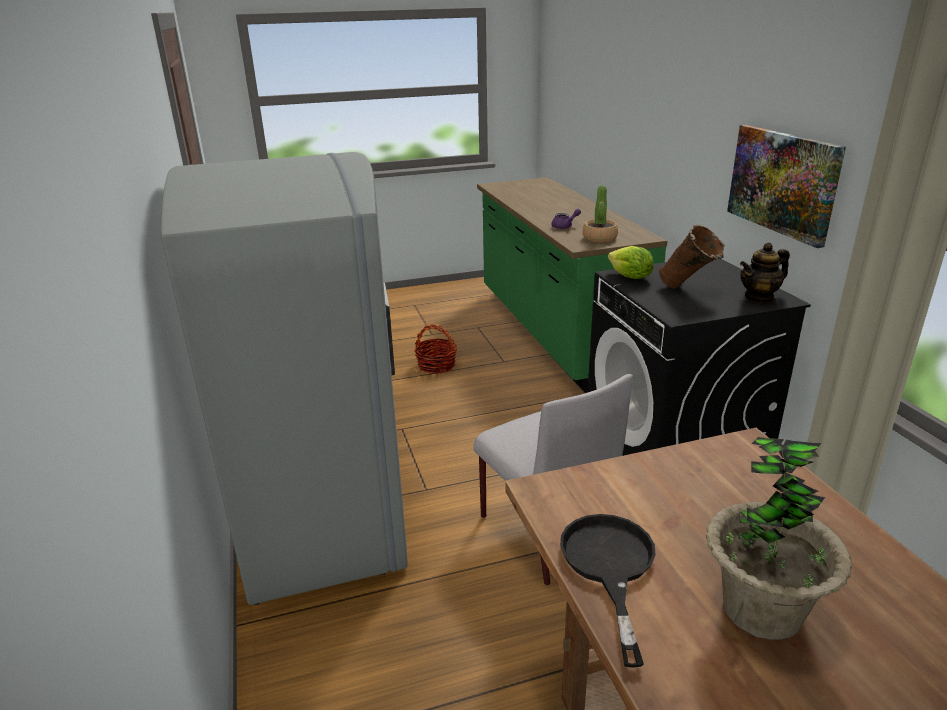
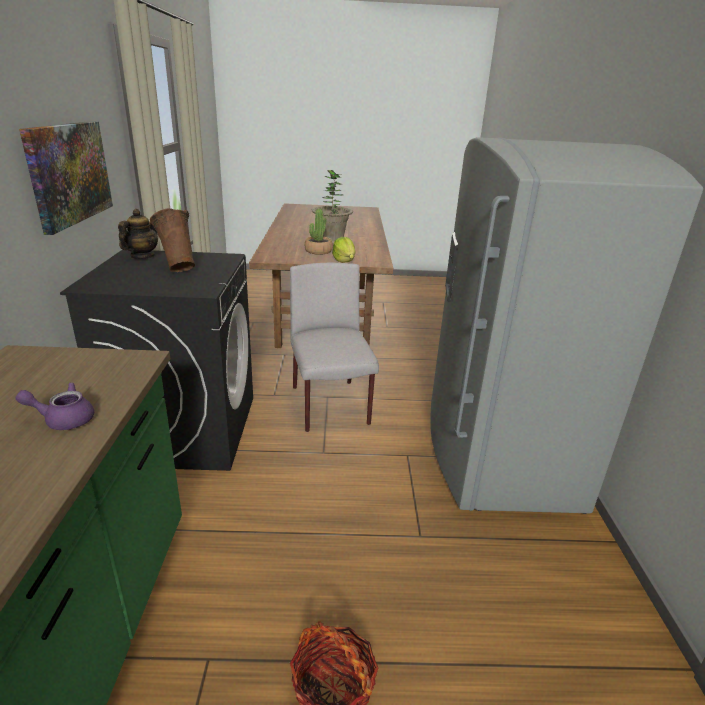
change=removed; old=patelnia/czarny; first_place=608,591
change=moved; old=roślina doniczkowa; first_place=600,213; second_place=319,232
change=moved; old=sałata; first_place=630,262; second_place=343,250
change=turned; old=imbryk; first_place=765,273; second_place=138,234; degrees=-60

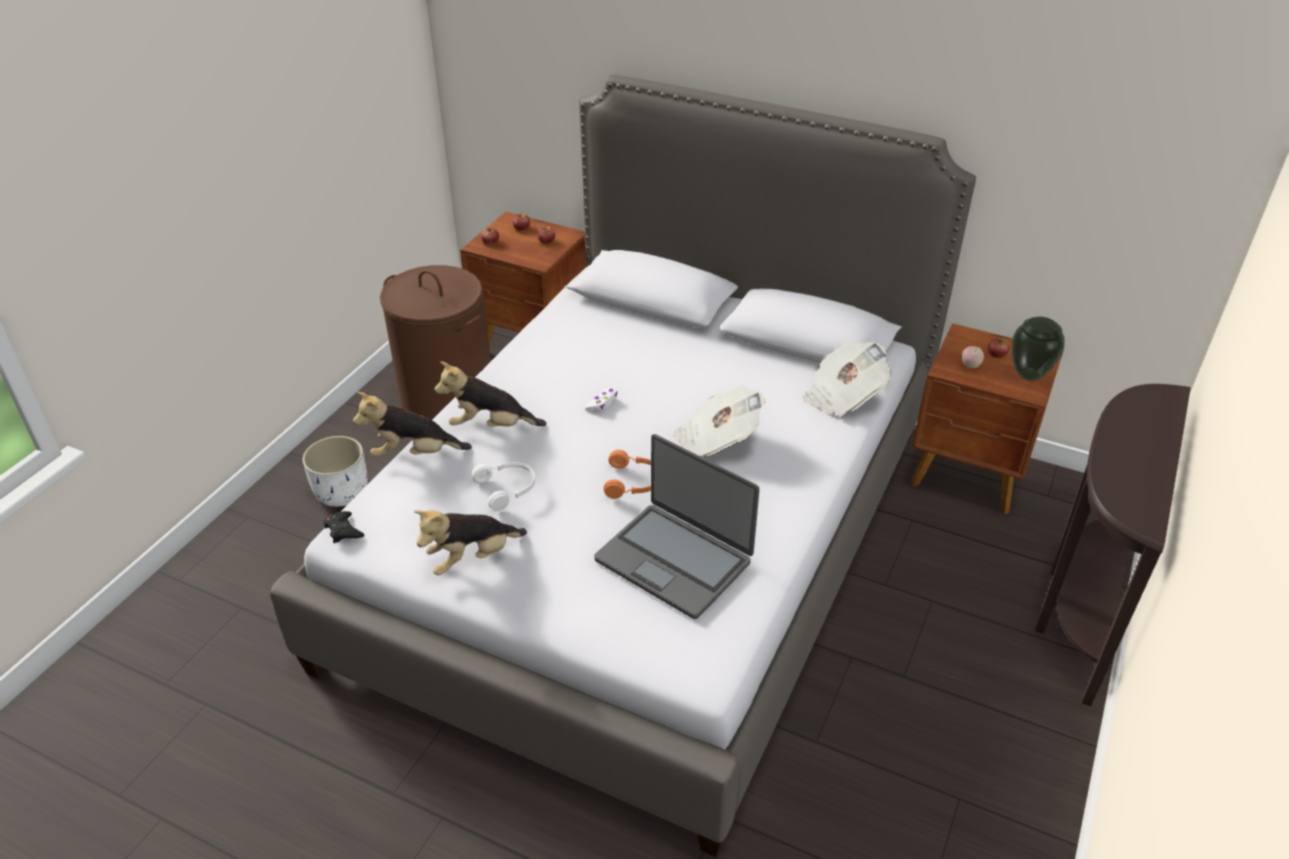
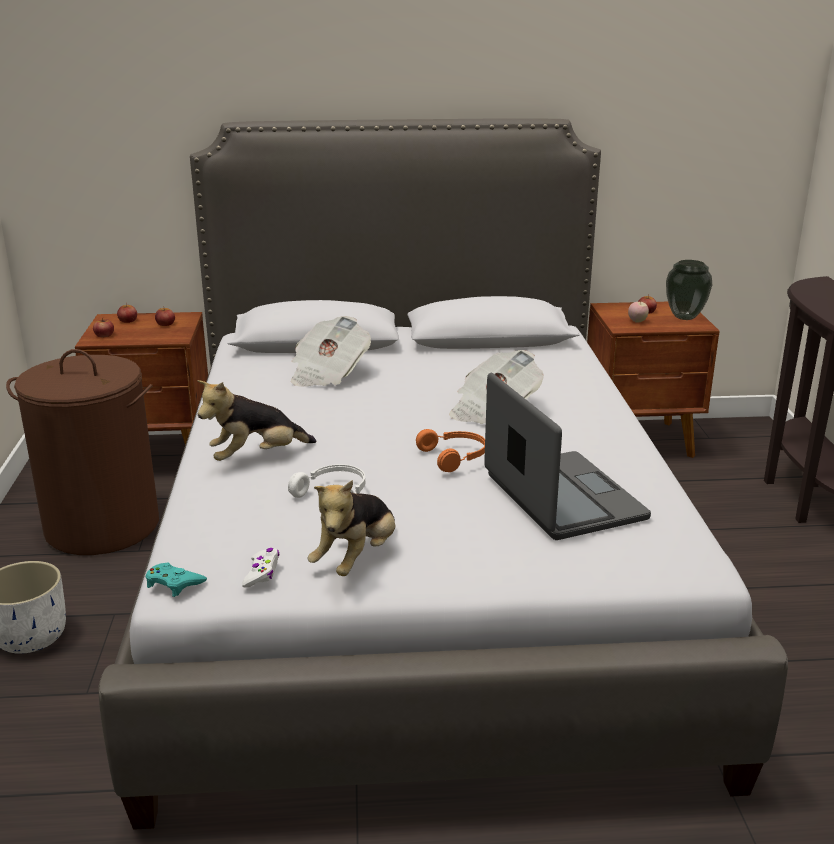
change=removed; old=pluszak; first_place=412,424
change=moved; old=pad do gier/biały; first_place=601,399; second_place=260,568
change=moved; old=gazeta; first_place=847,378; second_place=331,351
change=recoloured; old=pad do gier/czarny; new=pad do gier/turkusowy; first_place=344,527; second_place=176,579
change=turned; old=laptop; first_place=677,526; second_place=567,456; degrees=-120

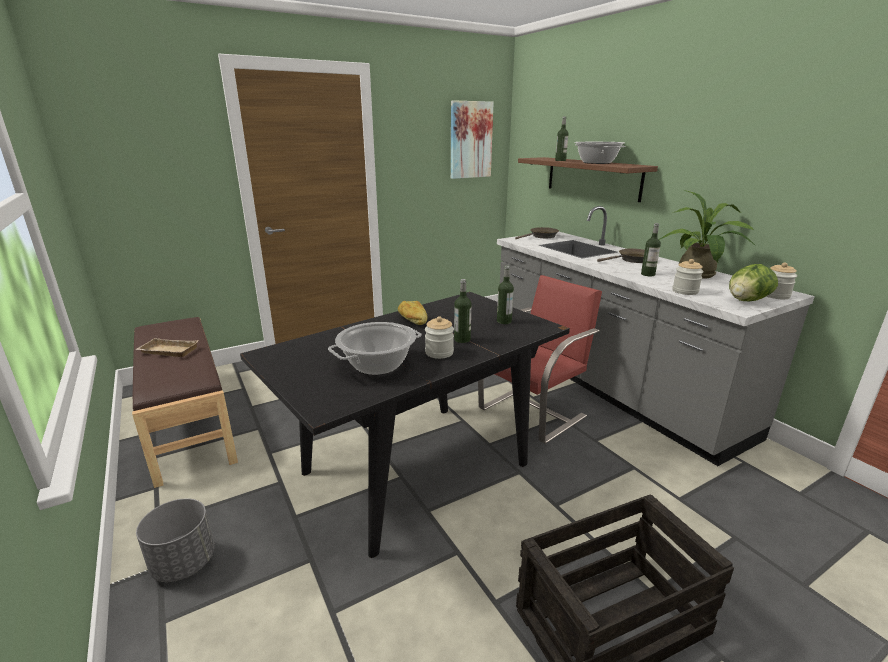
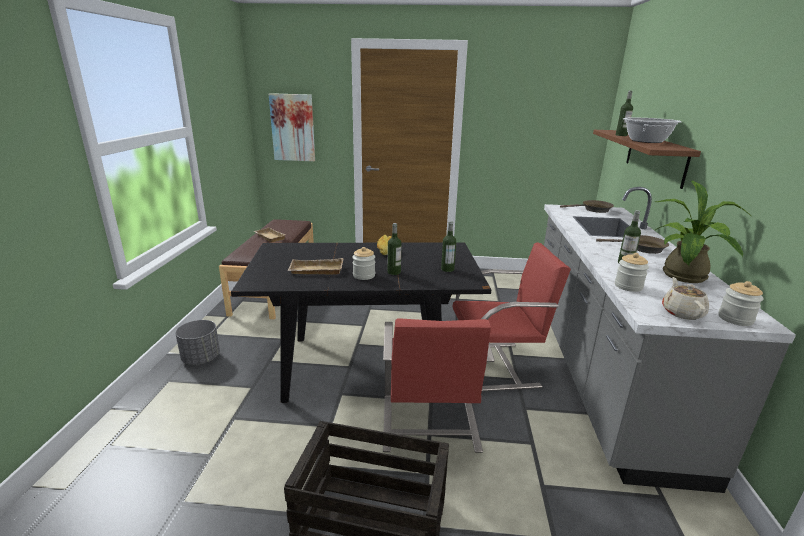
change=added; new=krzesło/czerwony; second_place=439,385
change=moved; old=obraz; first_place=472,139; second_place=292,127
change=replaced; old=garnek; new=taca/beżowy; first_place=375,348; second_place=315,266
change=replaced; old=sałata; new=imbryk/beżowy; first_place=753,282; second_place=685,298

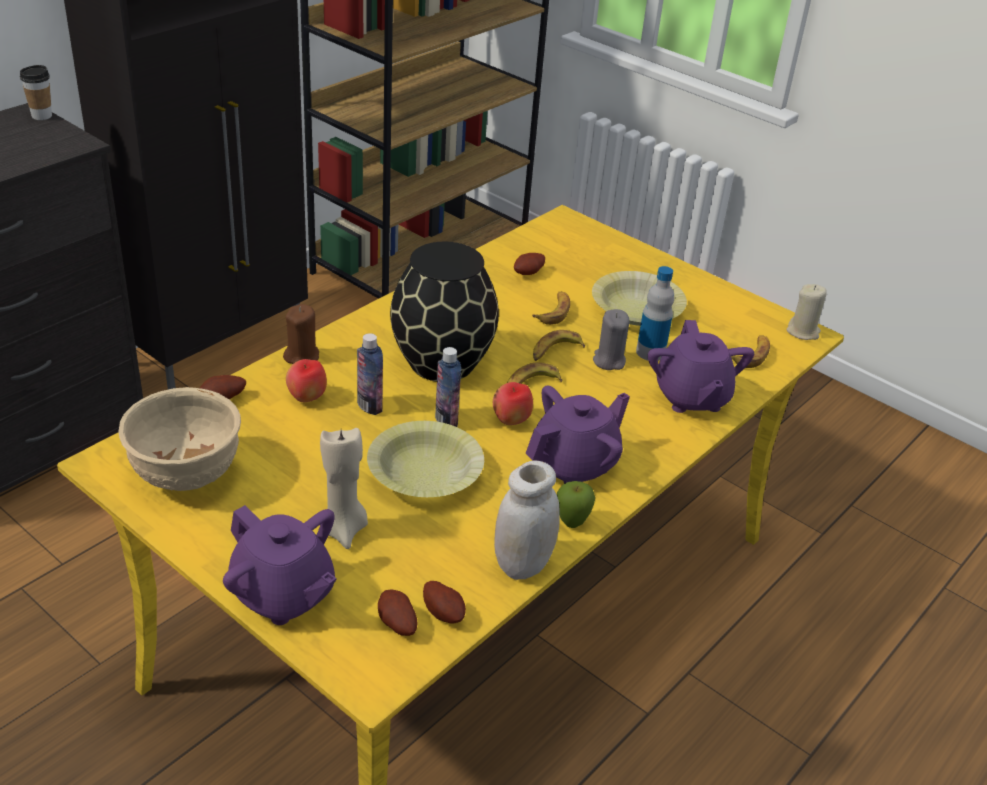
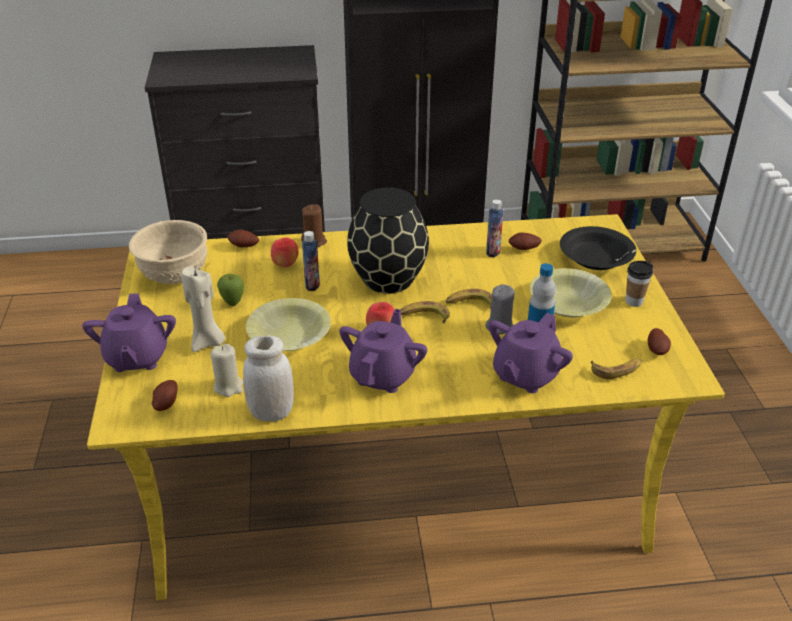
change=removed; old=banan; first_place=551,308
change=added; new=miska/czarny; second_place=598,248
change=moved; old=filiżanka; first_place=36,92; second_place=639,284
change=moved; old=ziemniak; first_place=444,602; second_place=659,341
change=moved; old=butelka; first_place=448,387; second_place=495,228
change=moved; old=jabłko; first_place=576,504; second_place=230,290
change=moved; old=świeca/beżowy; first_place=806,312; second_place=227,370
change=turned; old=imbryk/fioletowy; first_place=577,435; second_place=383,351; degrees=-75

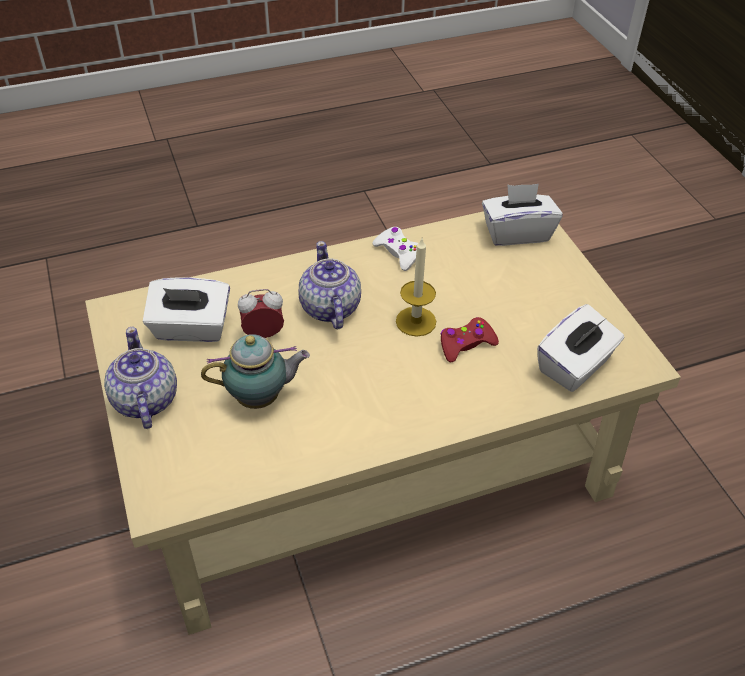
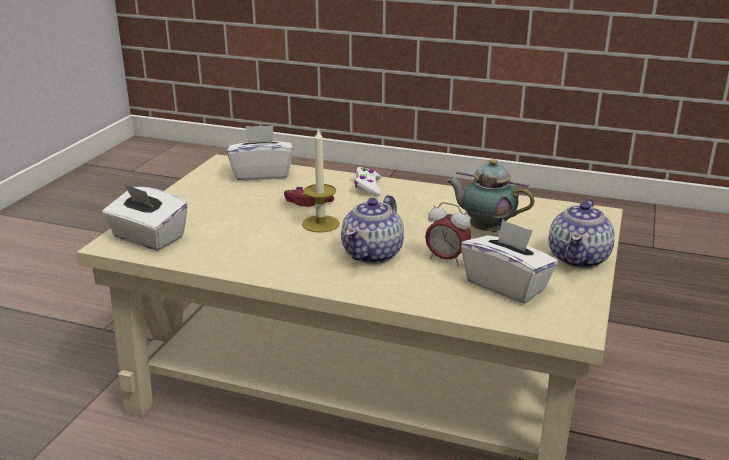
change=moved; old=pad do gier/biały; first_place=395,249; second_place=367,181

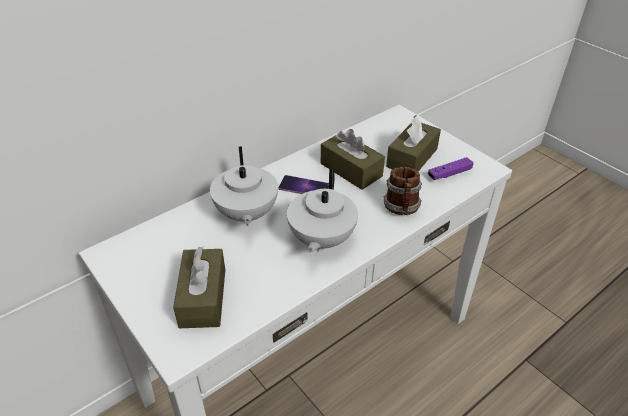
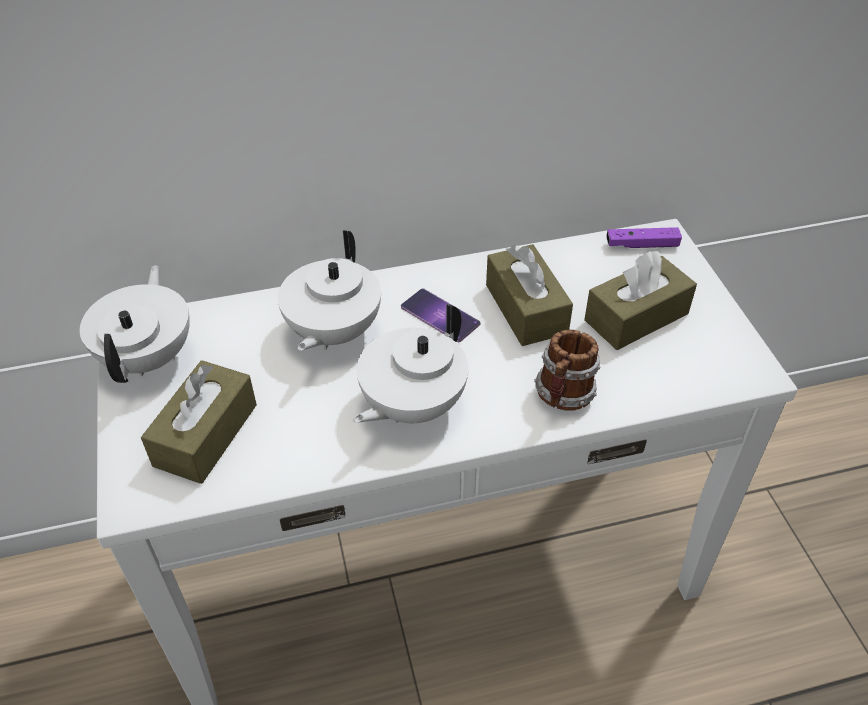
change=added; new=imbryk/biały; second_place=135,324
change=moved; old=pad do gier/fioletowy; first_place=450,168; second_place=644,237

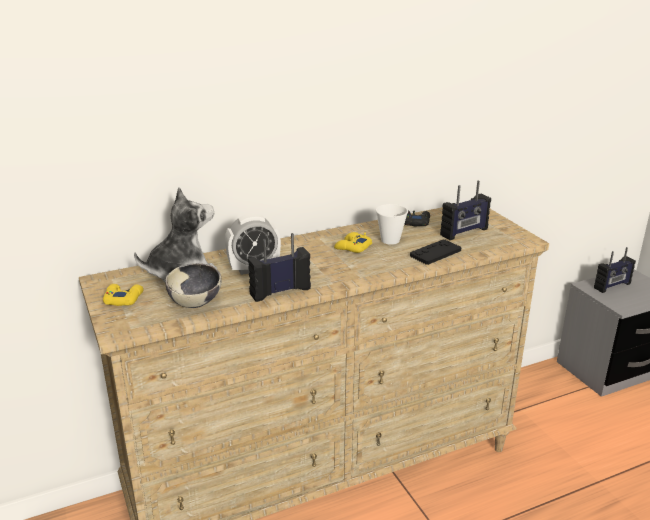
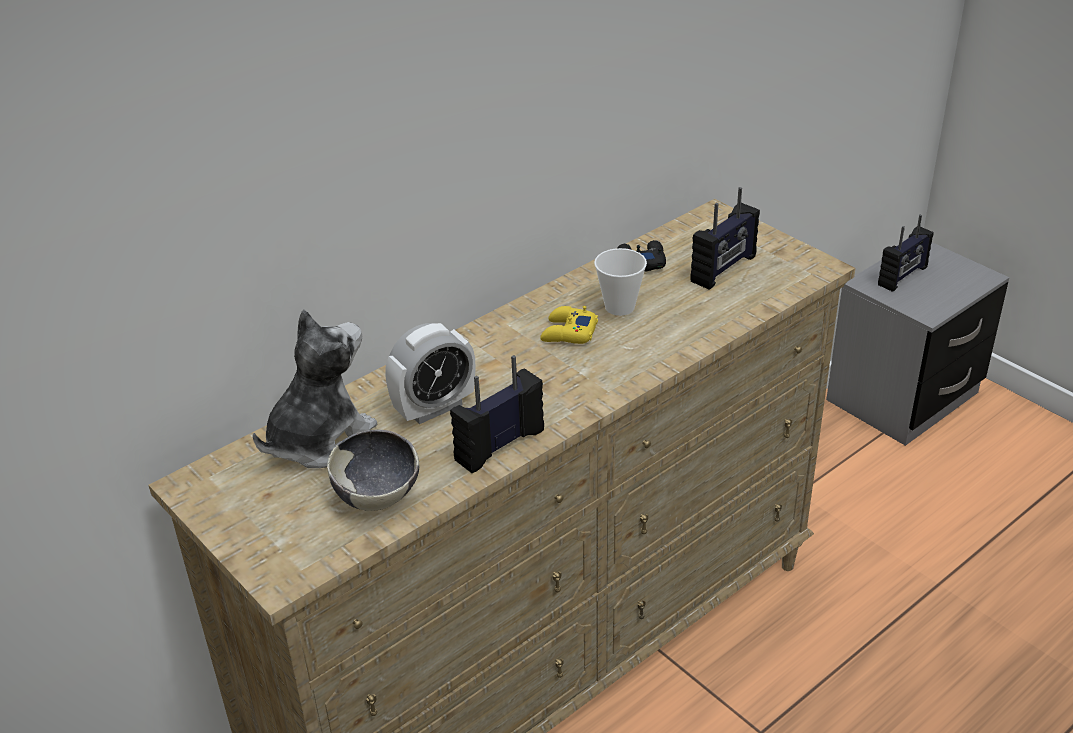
change=removed; old=pad do gier/żółty; first_place=123,295
change=removed; old=pad do gier/czarny; first_place=435,252

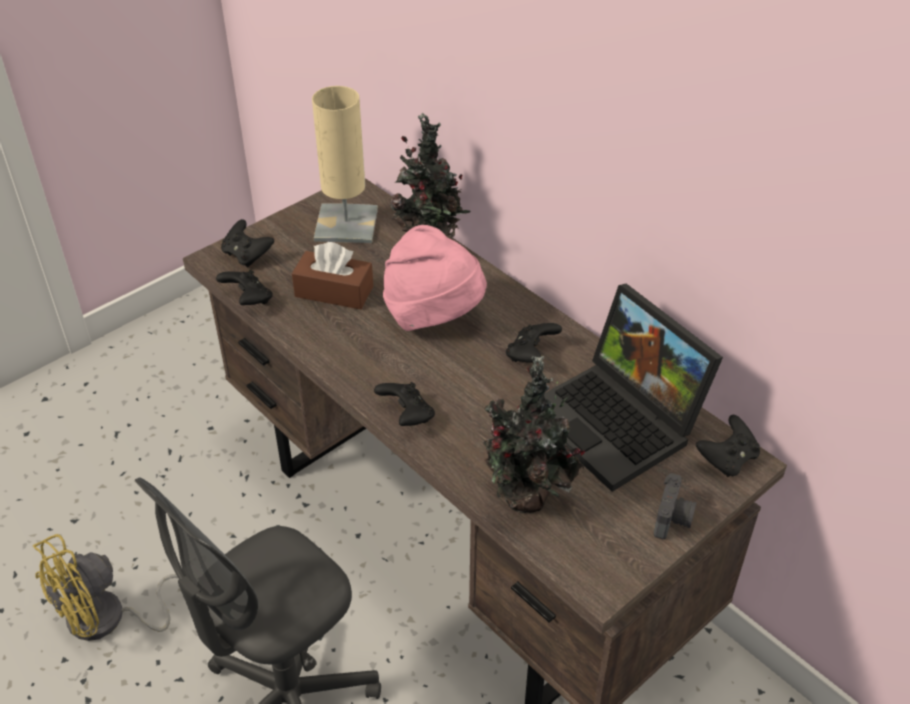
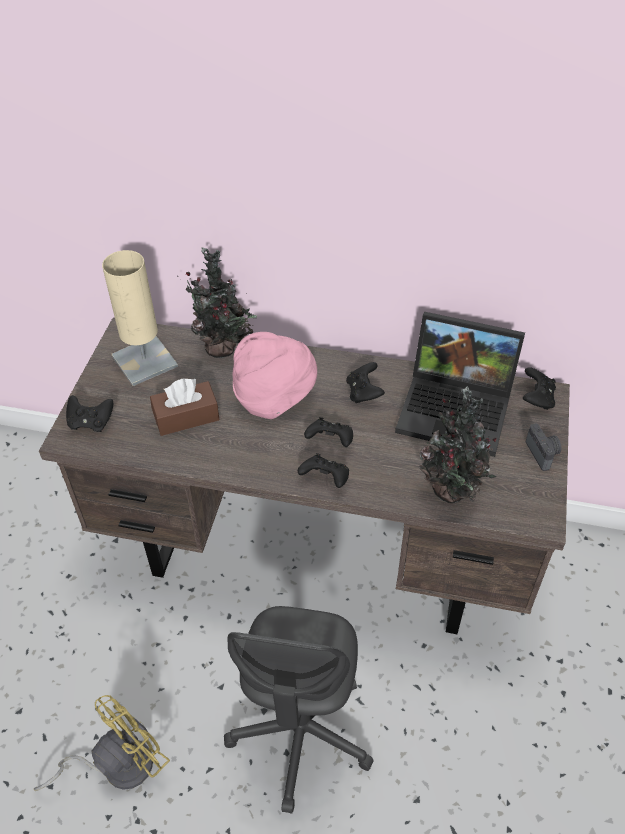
change=moved; old=pad do gier/czarny; first_place=244,287; second_place=328,432
change=turned; old=wentylator/żółty; first_place=106,587; second_place=102,743; degrees=-150

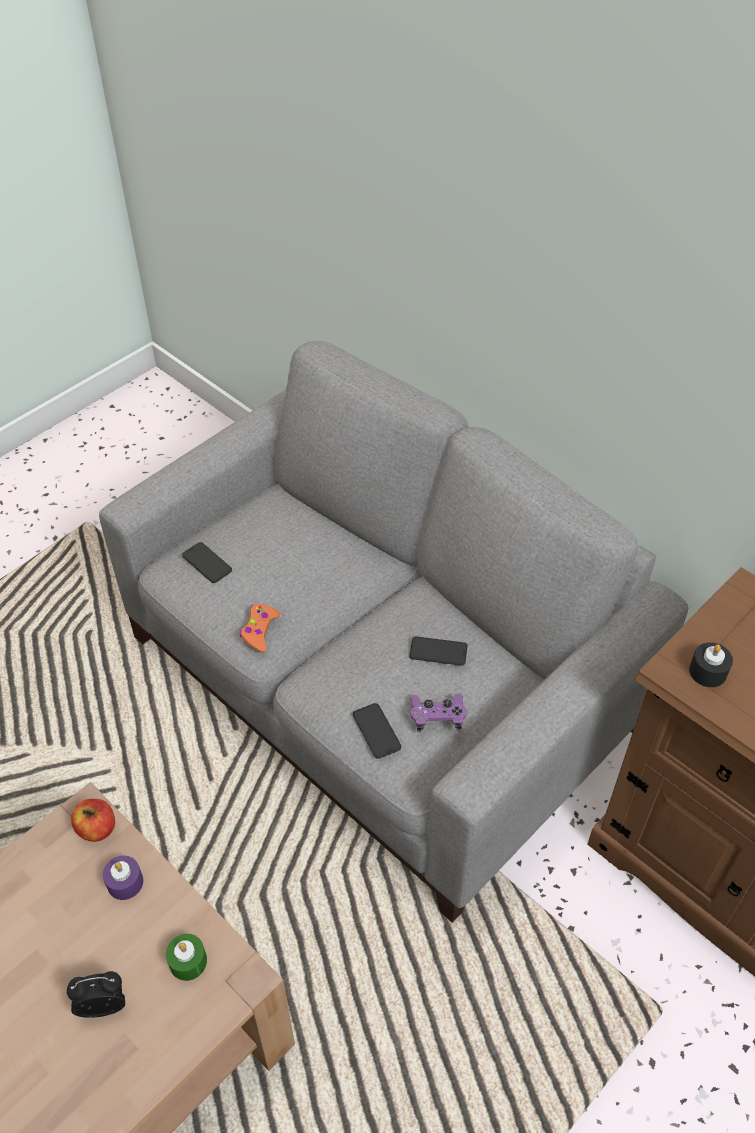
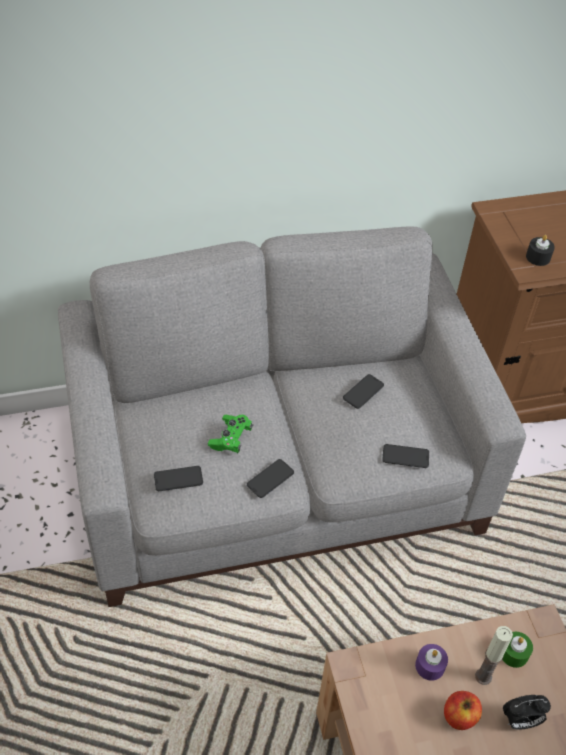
change=removed; old=pad do gier/fioletowy; first_place=438,712
change=added; new=pad do gier/zielony; second_place=230,434
change=added; new=świeca; second_place=494,655
change=moved; old=jabłko; first_place=93,820; second_place=463,710
change=replaced; old=pad do gier/pomarańczowy; new=telefon; first_place=260,628; second_place=270,478
change=turned; old=budzik; first_place=96,994; second_place=527,712; degrees=-120

